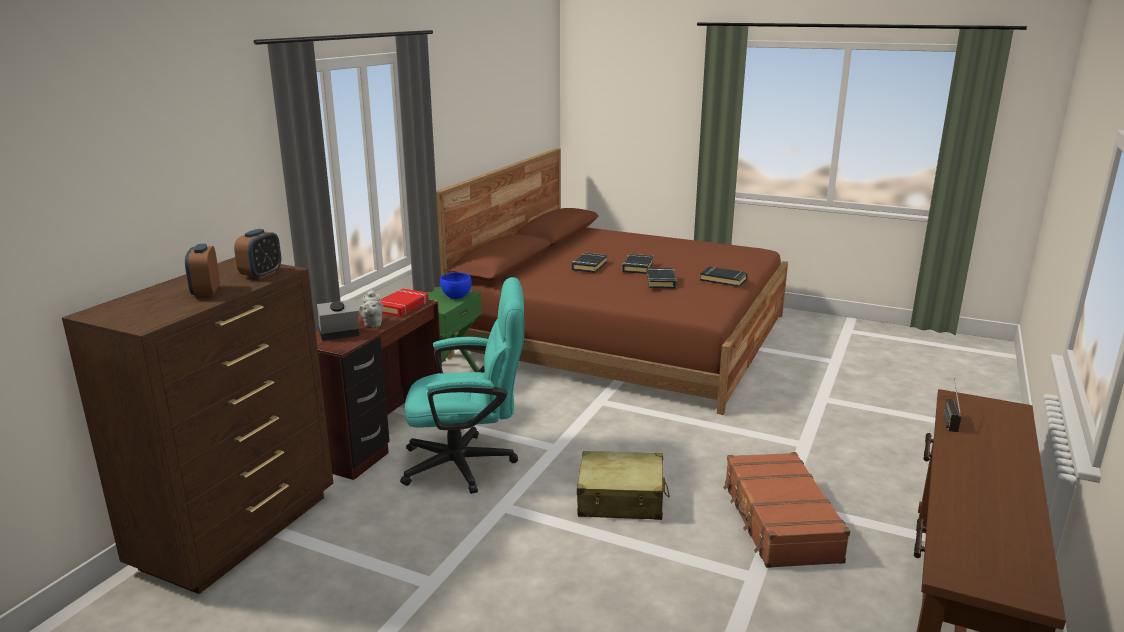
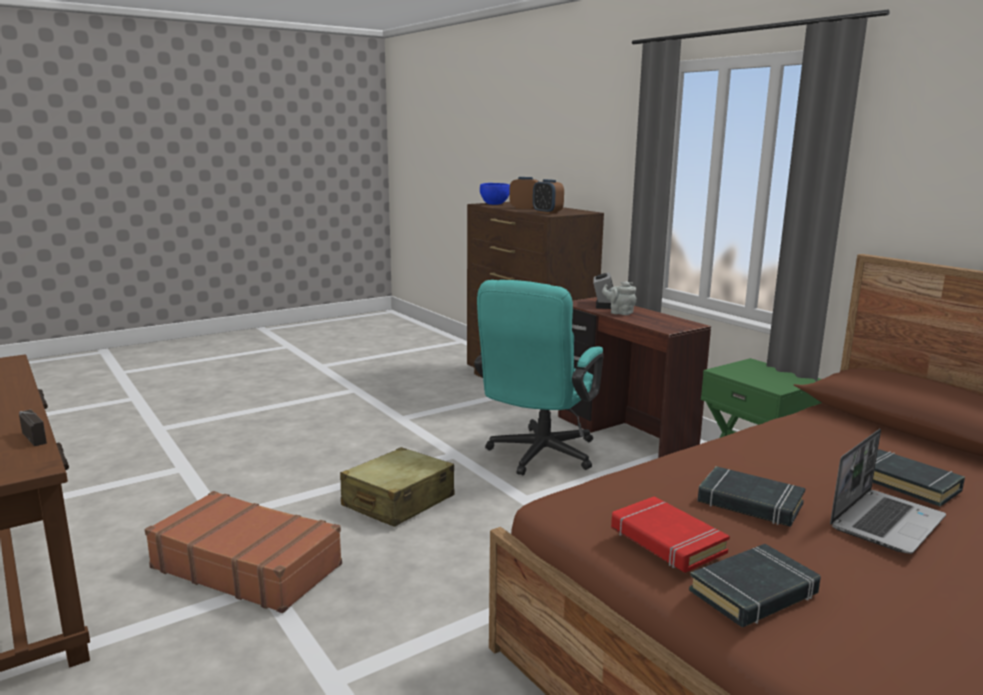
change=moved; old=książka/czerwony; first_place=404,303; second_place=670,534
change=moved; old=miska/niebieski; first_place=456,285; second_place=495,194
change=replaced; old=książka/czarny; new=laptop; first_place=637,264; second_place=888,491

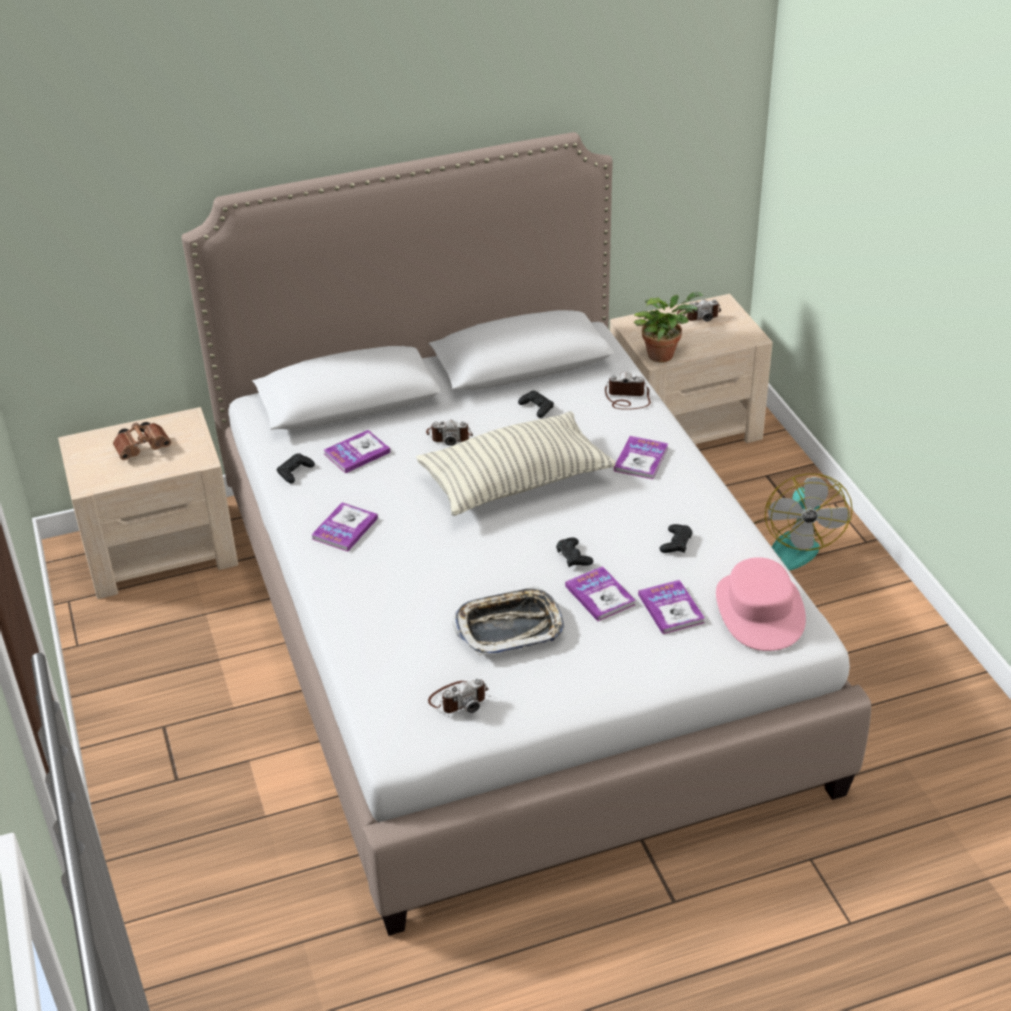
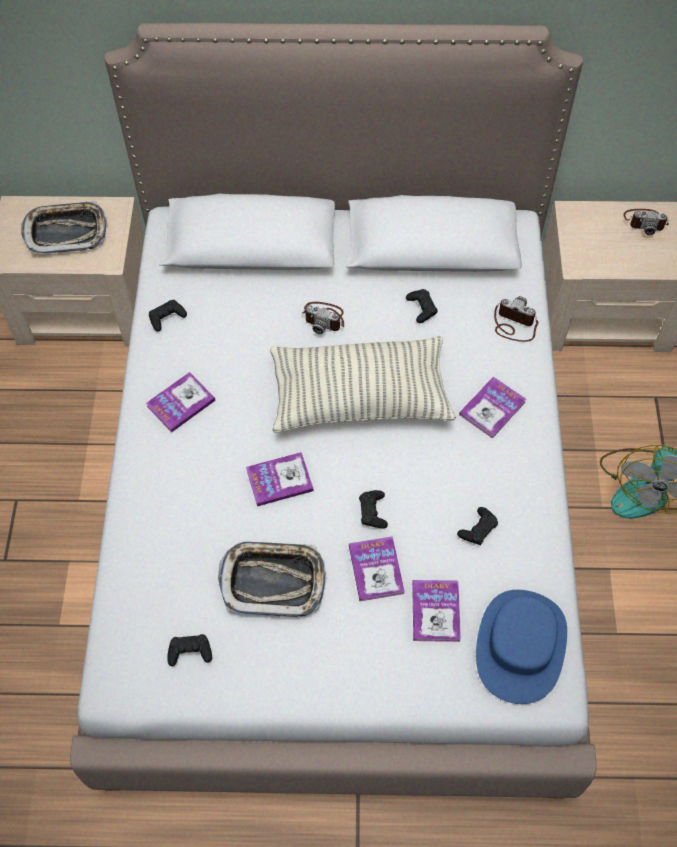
change=removed; old=roślina doniczkowa; first_place=669,327
change=moved; old=książka; first_place=357,451; second_place=280,479
change=replaced; old=lornetka/brązowy; new=taca; first_place=142,441; second_place=64,227
change=replaced; old=aparat fotograficzny; new=pad do gier/czarny; first_place=458,696; second_place=189,650
change=recoloured; old=kapelusz/różowy; new=kapelusz/niebieski; first_place=761,604; second_place=521,647

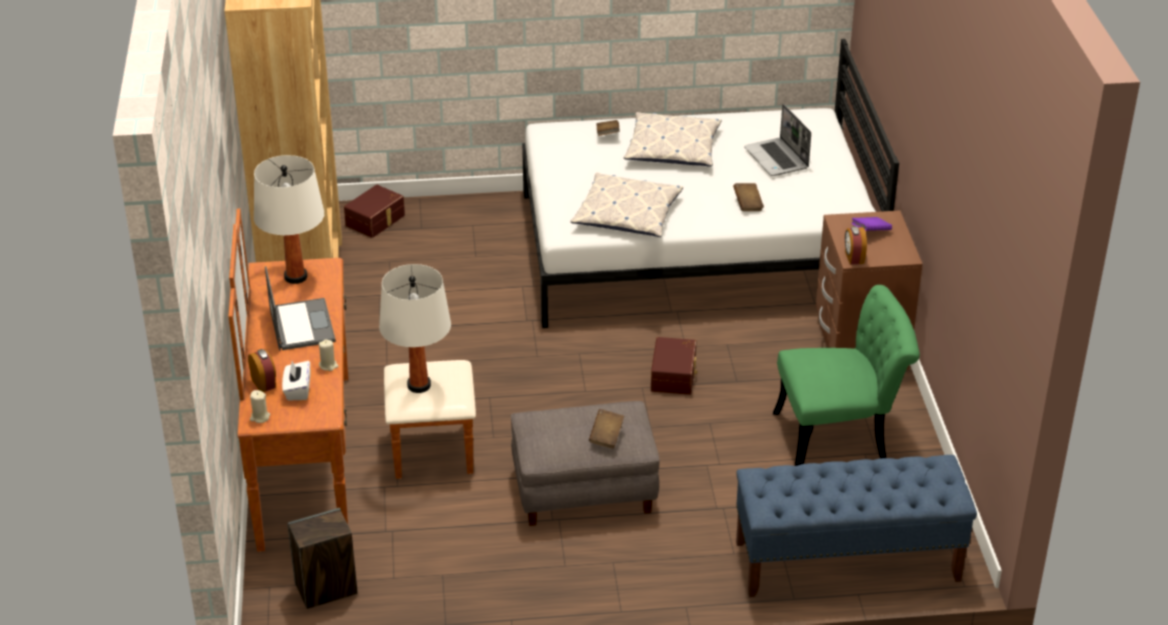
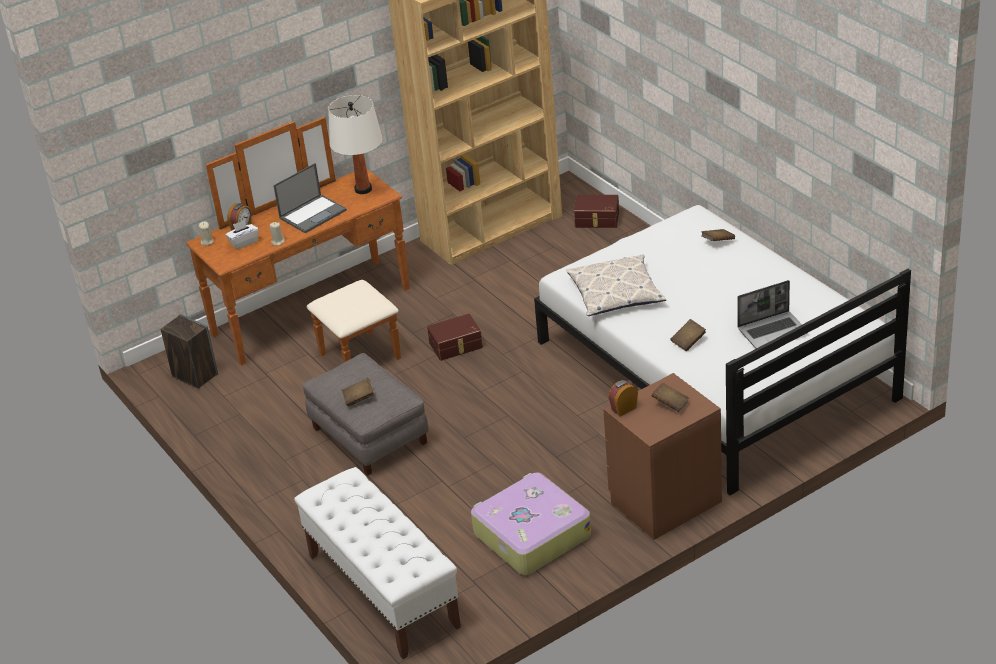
change=removed; old=lampa stołowa/biały; first_place=415,328
change=removed; old=poduszka; first_place=673,139
change=moved; old=pojemnik do przechowywania/brązowy; first_place=674,366; second_place=455,337
change=replaced; old=krzesło/zielony; new=walizka; first_place=846,375; second_place=531,524
change=recoloured; old=ławka/niebieski; new=ławka/biały; first_place=856,526; second_place=377,563
change=recoloured; old=książka/fioletowy; new=książka/brązowy; first_place=871,224; second_place=670,397
change=turned; old=laptop; first_place=777,140; second_place=772,314; degrees=-150

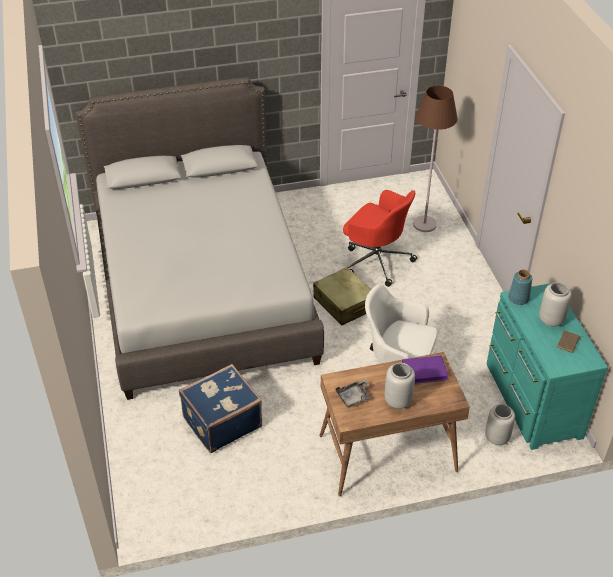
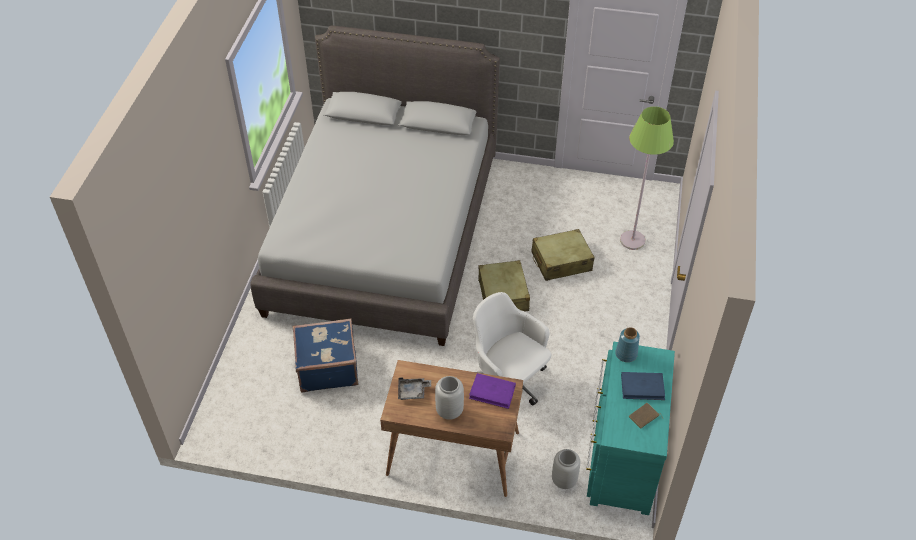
change=replaced; old=krzesło biurowe/czerwony; new=walizka/beżowy; first_place=380,238; second_place=563,255
change=replaced; old=wazon/szary; new=książka/niebieski; first_place=555,304; second_place=643,386
change=recoloured; old=lampa stojąca/brązowy; new=lampa stojąca/zielony; first_place=435,159; second_place=647,178

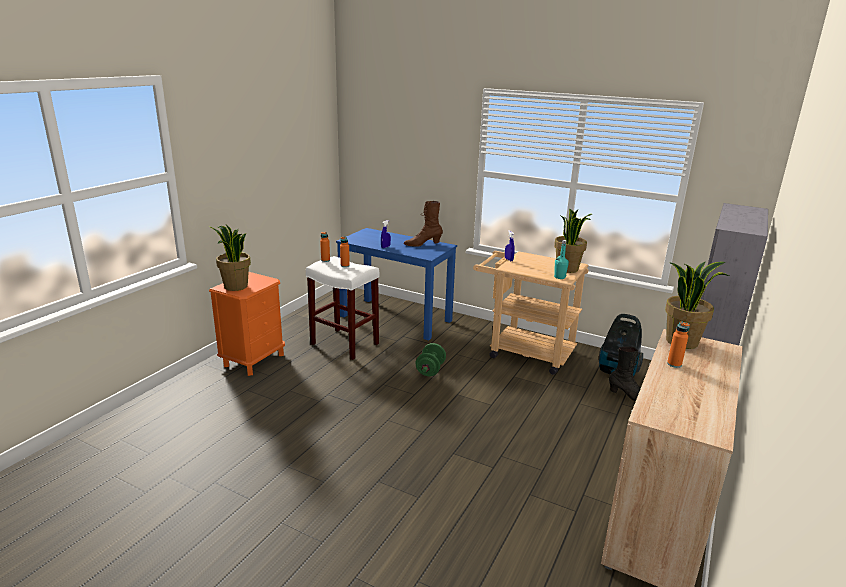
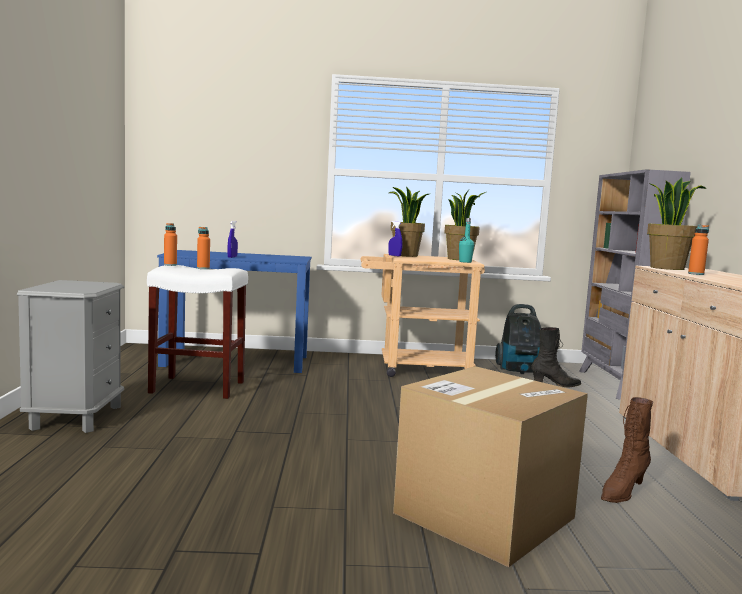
change=removed; old=hantel/zielony; first_place=431,359
change=added; new=karton; second_place=490,466
change=moved; old=roślina doniczkowa; first_place=230,258; second_place=409,222
change=moved; old=but z cholewką/brązowy; first_place=423,224; second_place=627,450
change=recoloured; old=szafka nocna/pomarańczowy; new=szafka nocna/szary; first_place=247,324; second_place=70,356

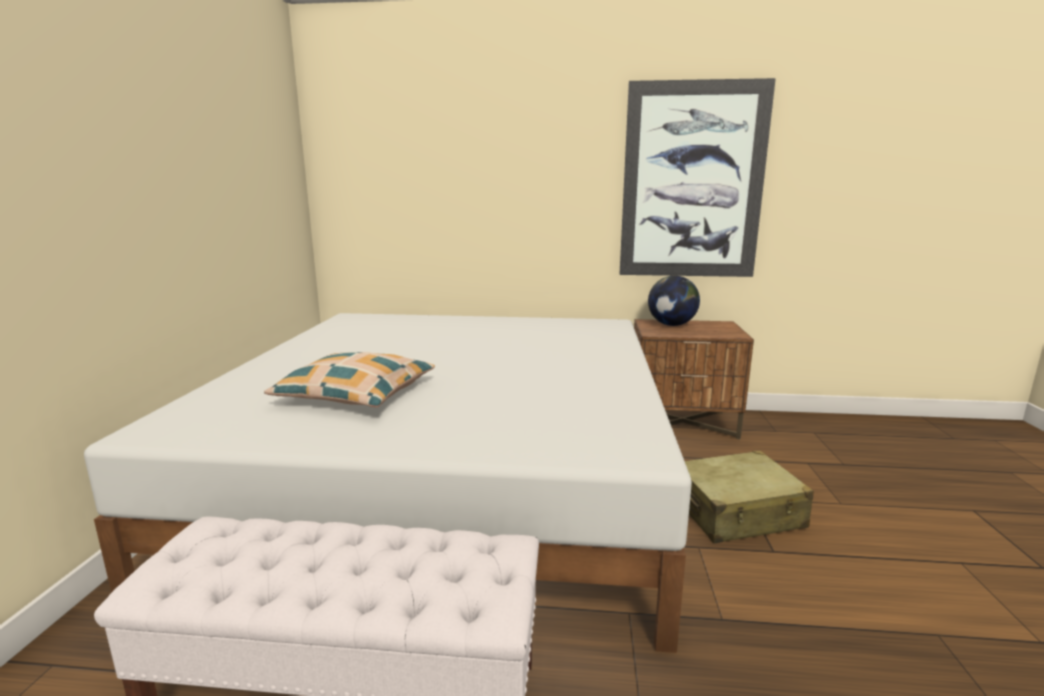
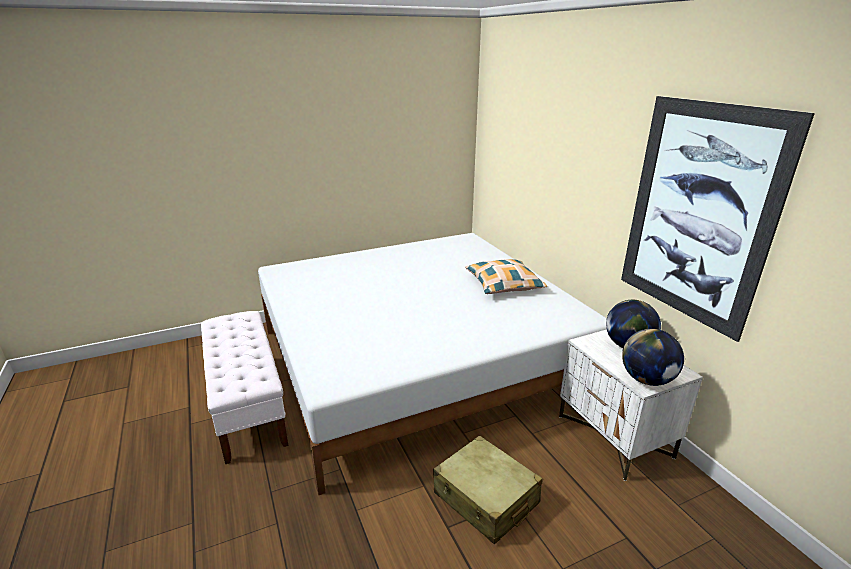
change=added; new=globus; second_place=653,357
change=moved; old=poduszka; first_place=349,379; second_place=506,276
change=recoloured; old=szafka nocna/brązowy; new=szafka nocna/biały; first_place=694,379; second_place=631,405

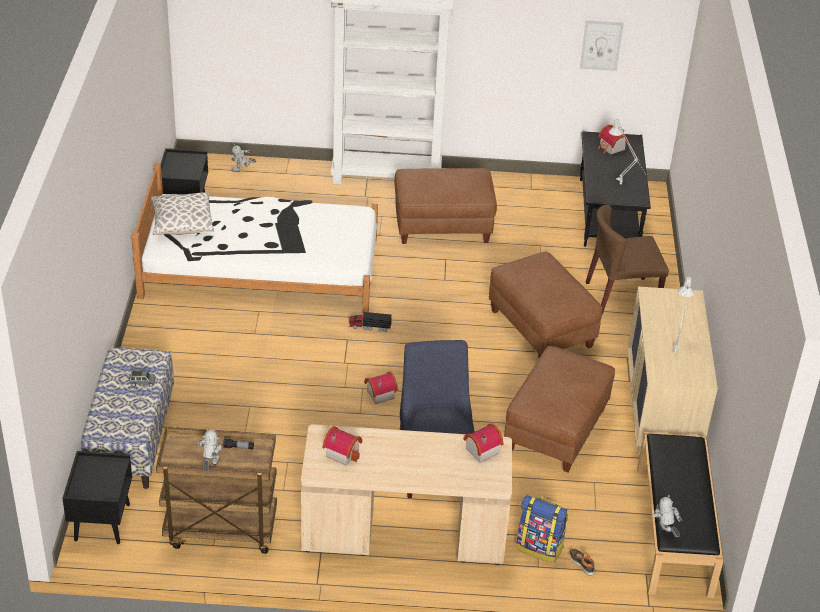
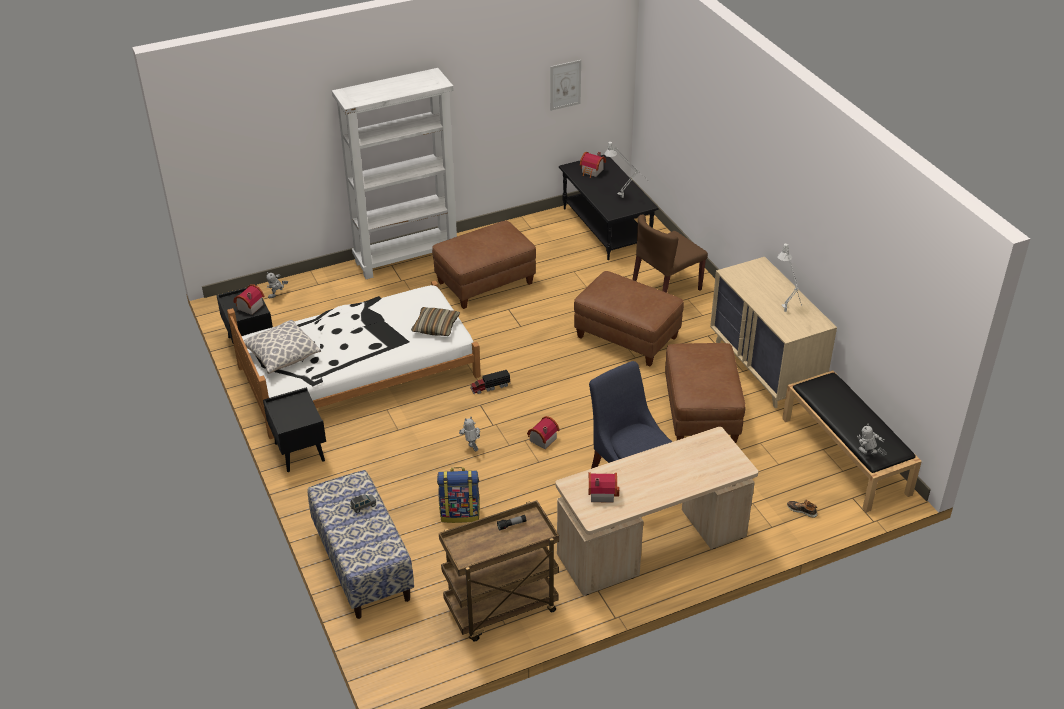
change=added; new=poduszka; second_place=435,321
change=moved; old=szafka nocna/czarny; first_place=97,497; second_place=294,429
change=moved; old=robot zabawkowy; first_place=210,450; second_place=469,434
change=moved; old=domek; first_place=483,443; second_place=248,299
change=moved; old=plecak; first_place=542,529; second_place=458,495

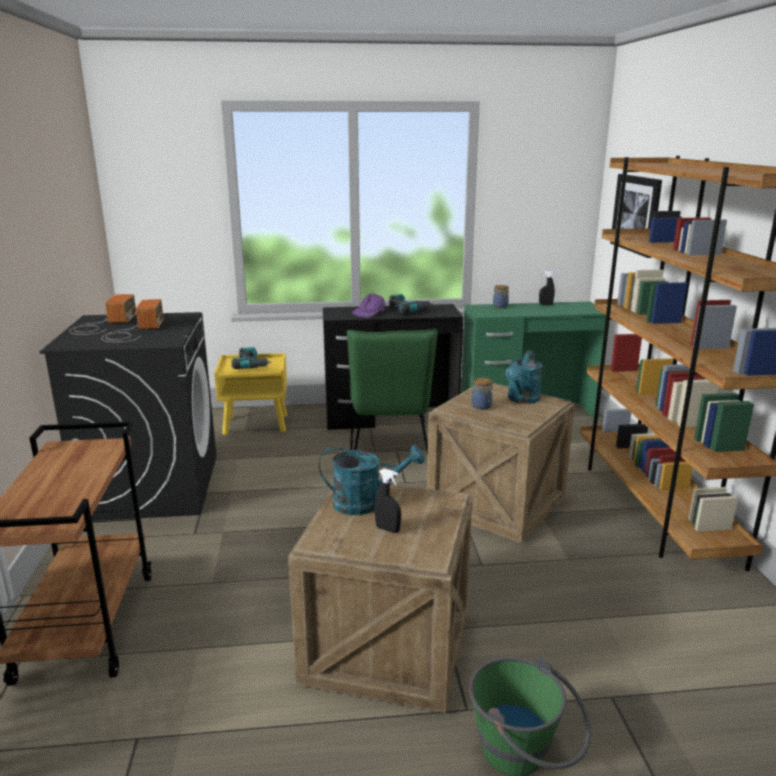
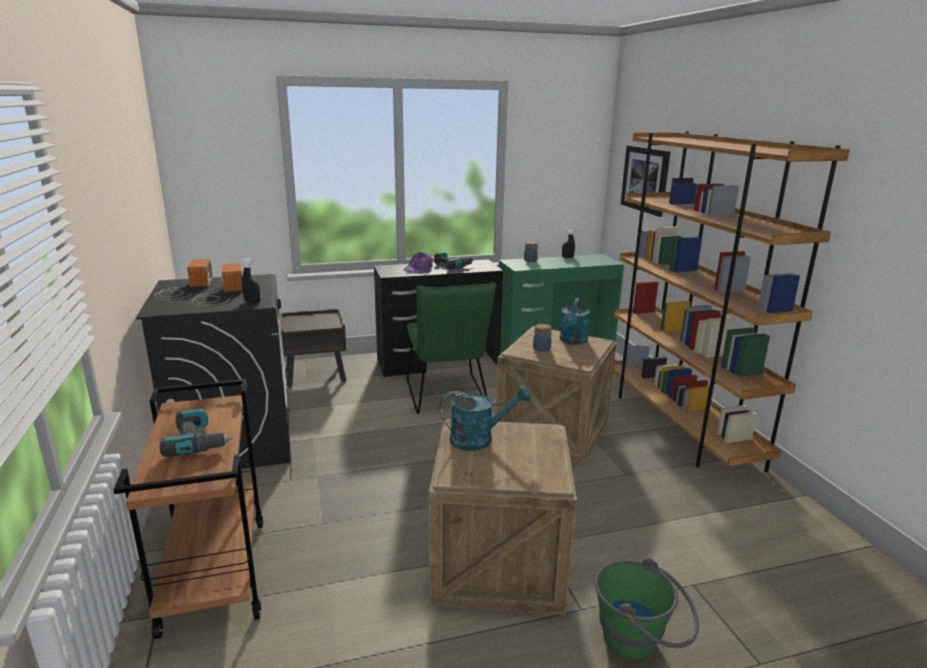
change=moved; old=wiertarka; first_place=251,358; second_place=196,433
change=moved; old=spryskiwacz/czarny; first_place=388,500; second_place=251,280
change=recoloured; old=szafka nocna/żółty; new=szafka nocna/brązowy; first_place=250,394; second_place=313,348

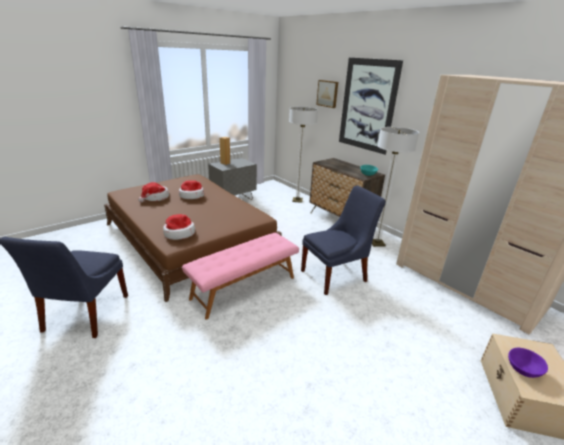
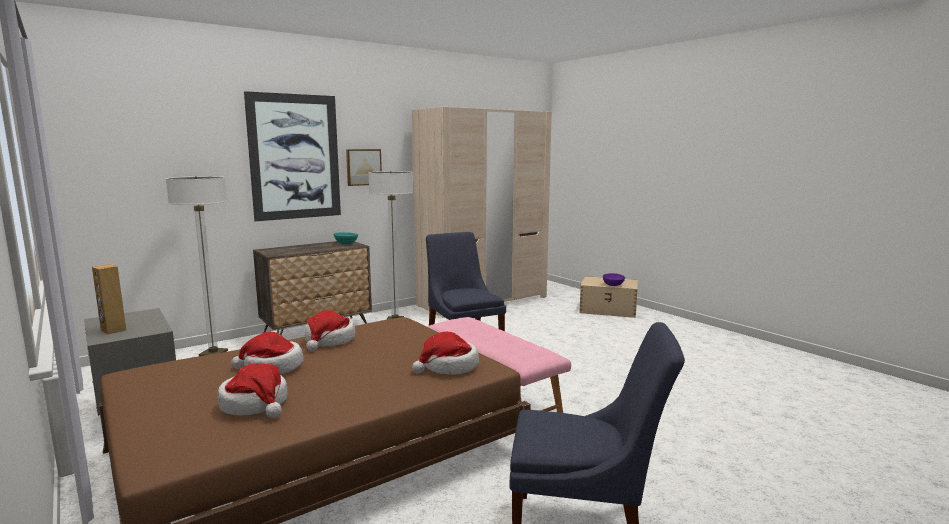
change=added; new=kapelusz; second_place=330,330
change=moved; old=obraz; first_place=327,94; second_place=364,167

